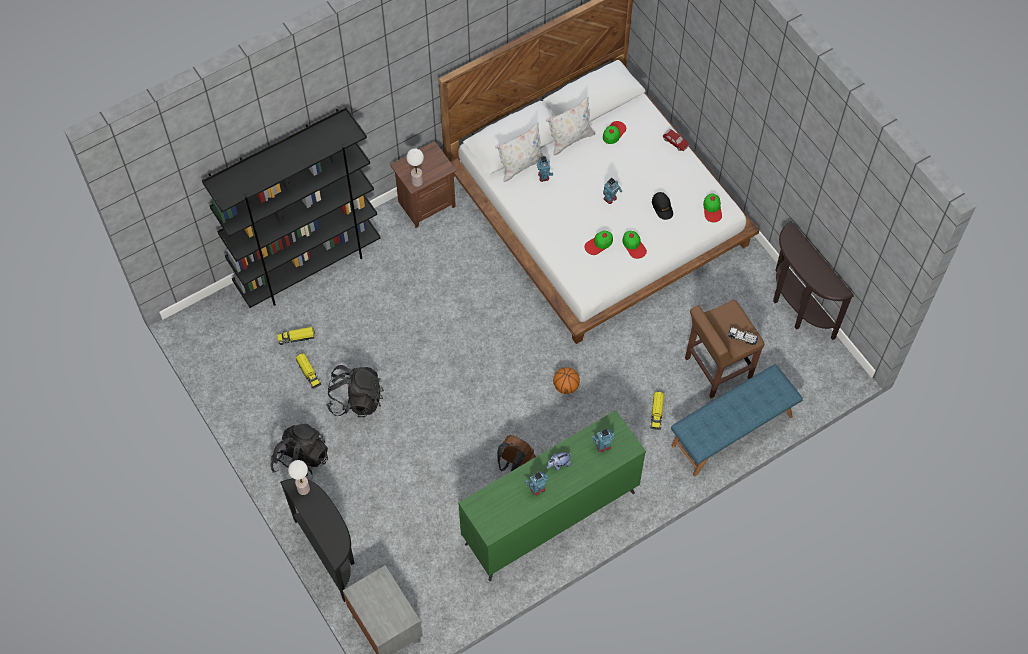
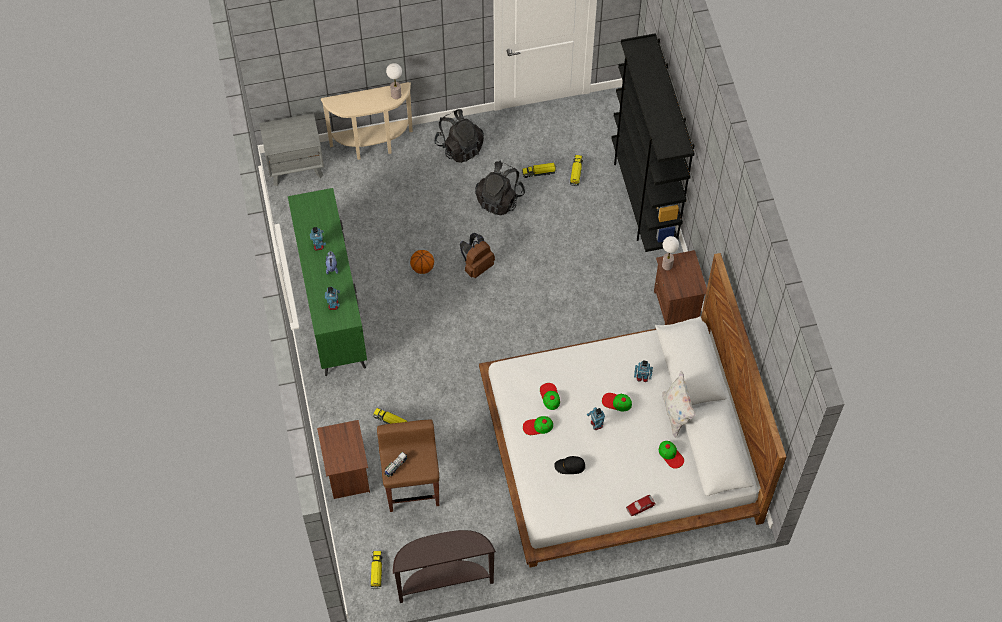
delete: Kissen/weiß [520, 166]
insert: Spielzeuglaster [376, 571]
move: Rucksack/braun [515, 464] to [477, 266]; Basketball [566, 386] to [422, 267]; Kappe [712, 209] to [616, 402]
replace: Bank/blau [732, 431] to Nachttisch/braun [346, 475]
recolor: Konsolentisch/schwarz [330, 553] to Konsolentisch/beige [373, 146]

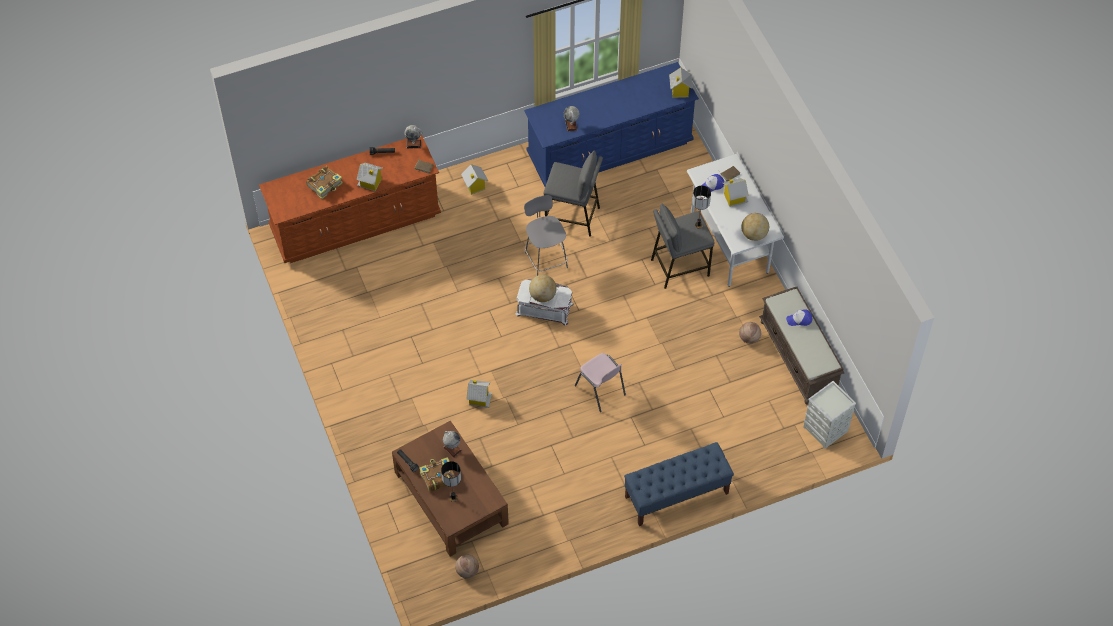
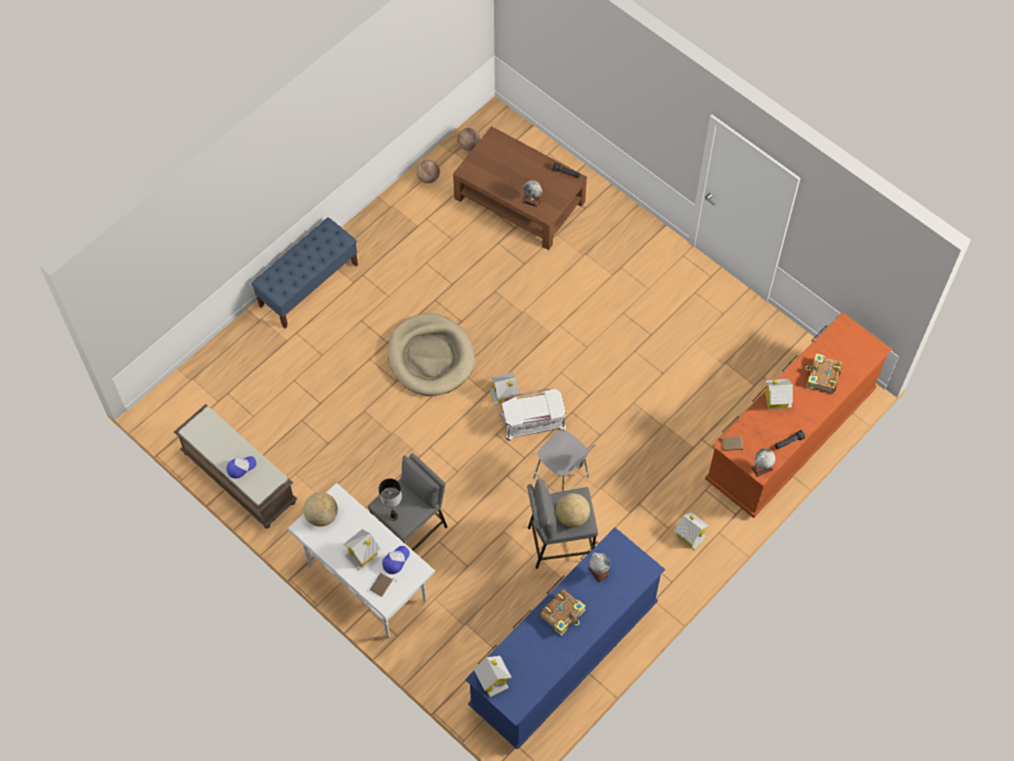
delete: Tischlampe [453, 497]; Aufbewahrungsbox/grau [826, 429]
move: Buch [437, 477] to [563, 614]; Spielzeughaus [479, 398] to [504, 394]; Globus [542, 296] to [572, 517]; Basketball [749, 338] to [428, 178]
replace: Stuhl/rosa [600, 390] to Hundebett/beige [430, 357]

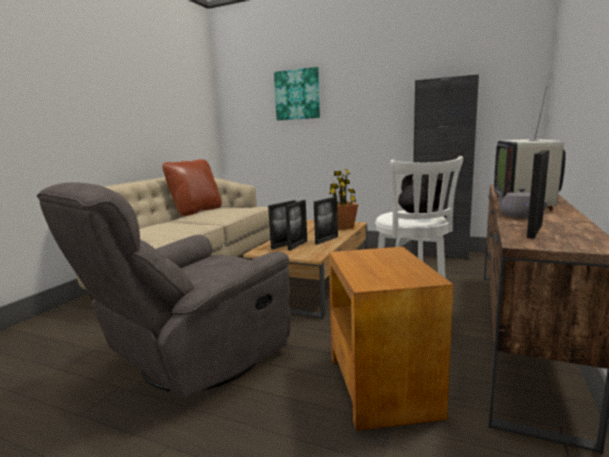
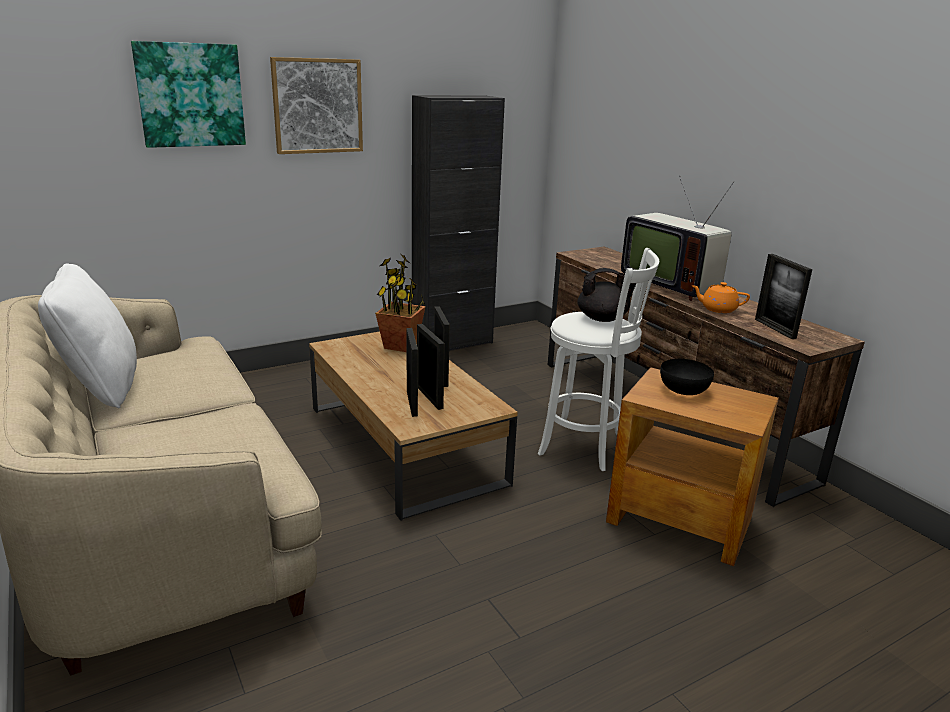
delete: Sessel/grau [193, 361]
insert: Bild [317, 106]; Schüssel/schwarz [683, 389]
recolor: Kissen/braun [196, 211] to Kissen/weiß [102, 387]; Teekanne/grau [518, 215] to Teekanne/orange [717, 309]

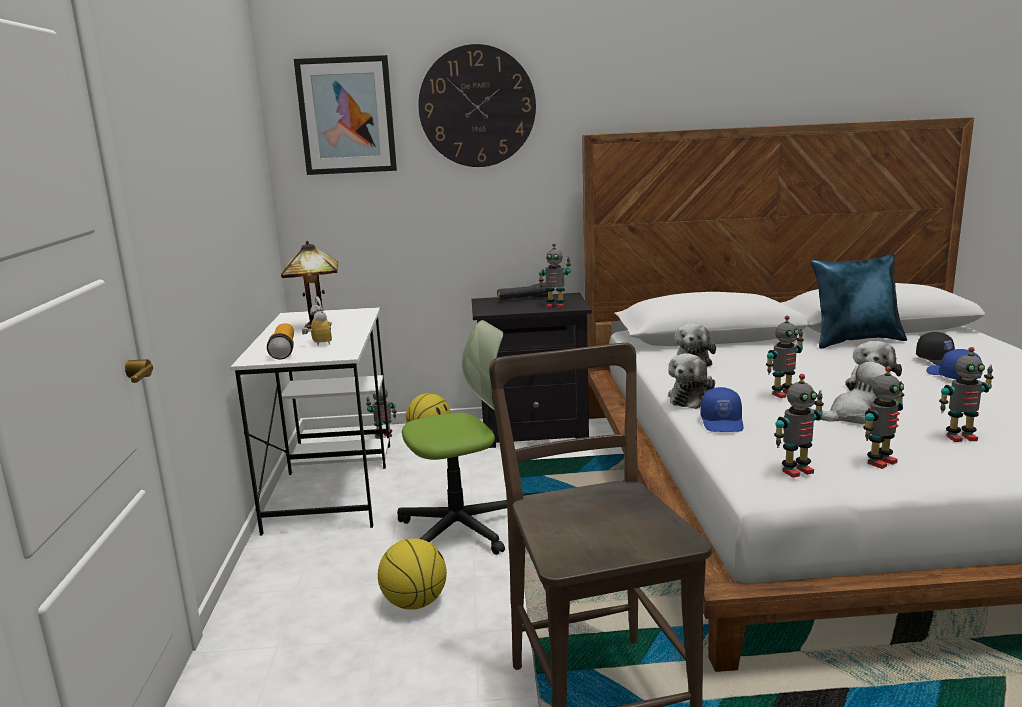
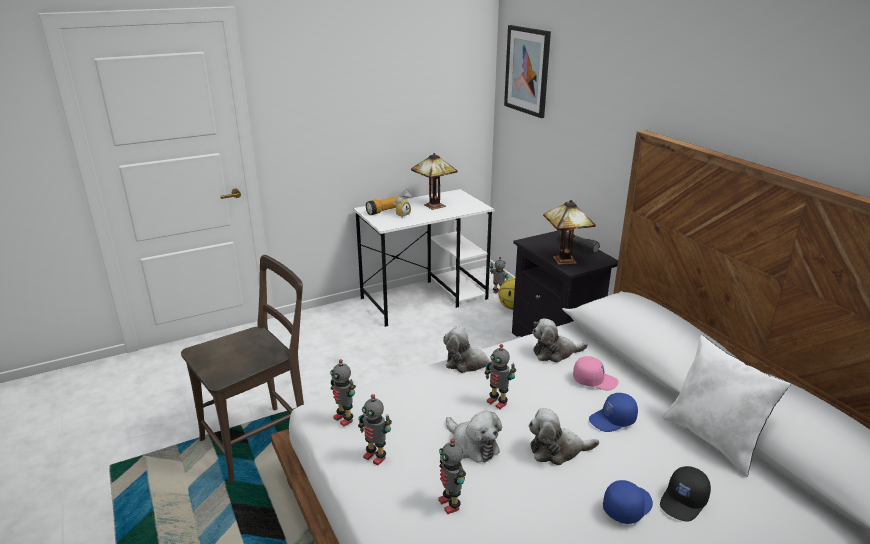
delete: Basketball [414, 602]; Bürostuhl [461, 527]; Wanduhr [477, 106]
insert: Kappe/rosa [594, 380]
move: Kappe/blau [723, 423] to [612, 420]
replace: Spielzeugroboter [555, 306] to Tischlampe [566, 261]
recolor: Kissen/blau [855, 341] to Kissen/weiß [713, 440]

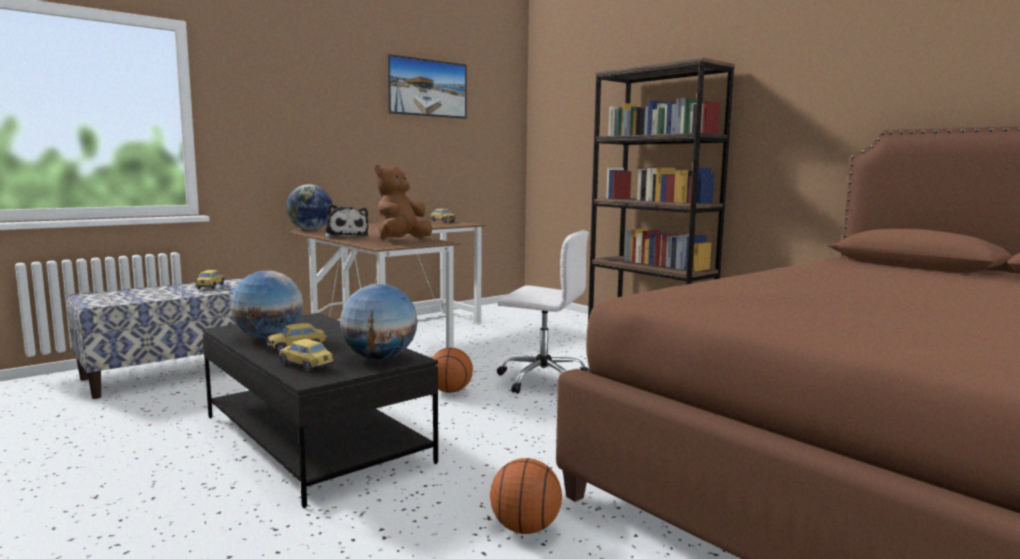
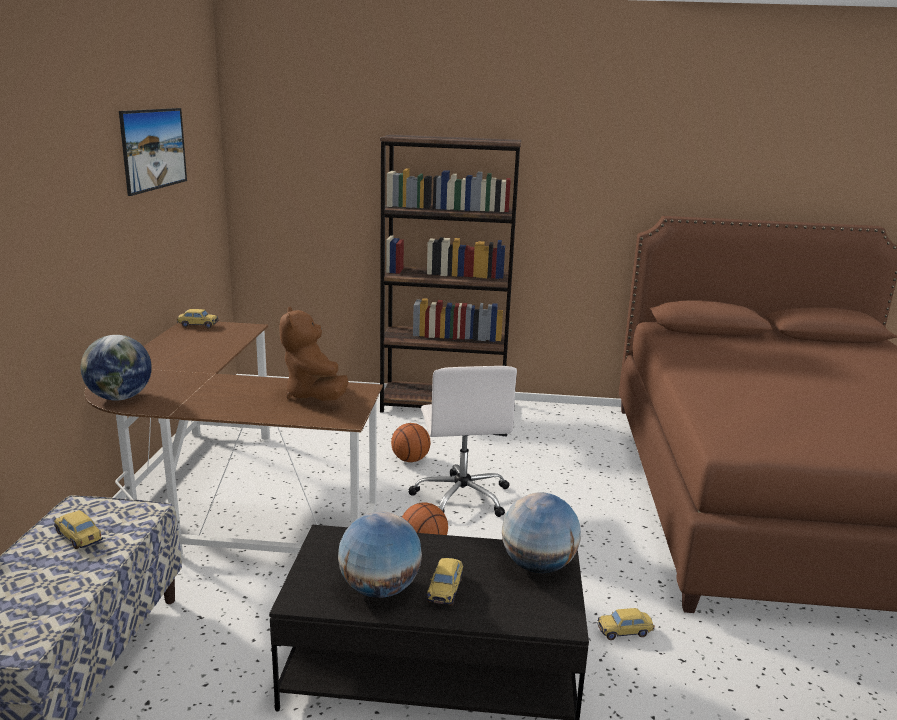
delete: Plüschtier [346, 236]
move: Spielzeugauto [306, 366] to [624, 631]; Basketball [525, 528] to [410, 460]
rotate: Bürostuhl/weiß [541, 379] = [462, 497] 105 degrees clockwise

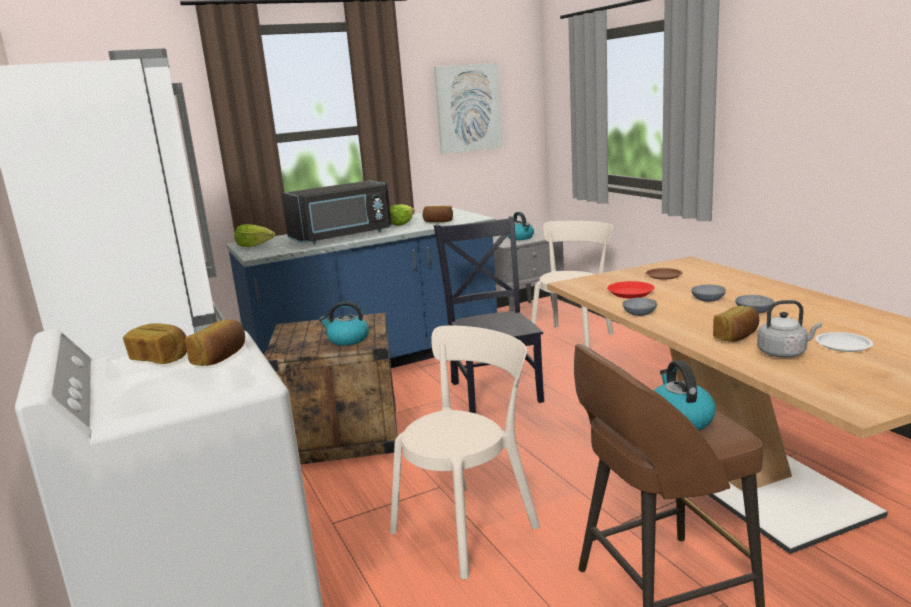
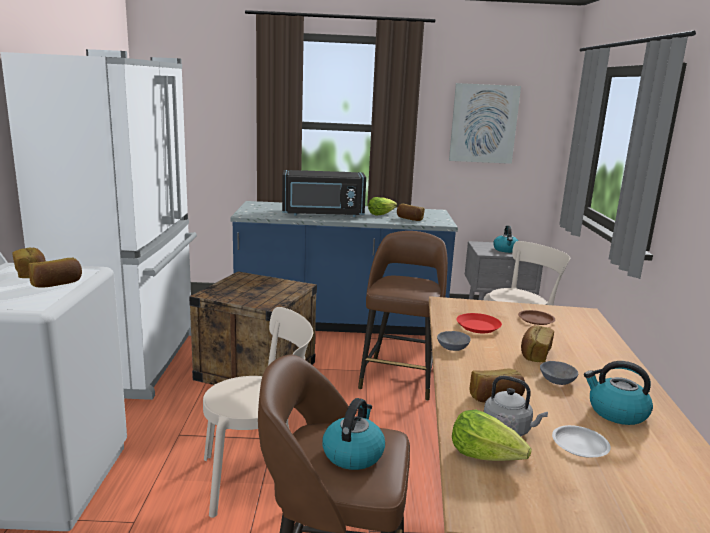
move: Salatkopf [255, 246] to [486, 455]; Wasserkessel [347, 340] to [616, 412]
replace: Stuhl/schwarz [495, 389] to Hocker/braun [400, 377]; Schüssel/grau [707, 299] to Brot [534, 354]

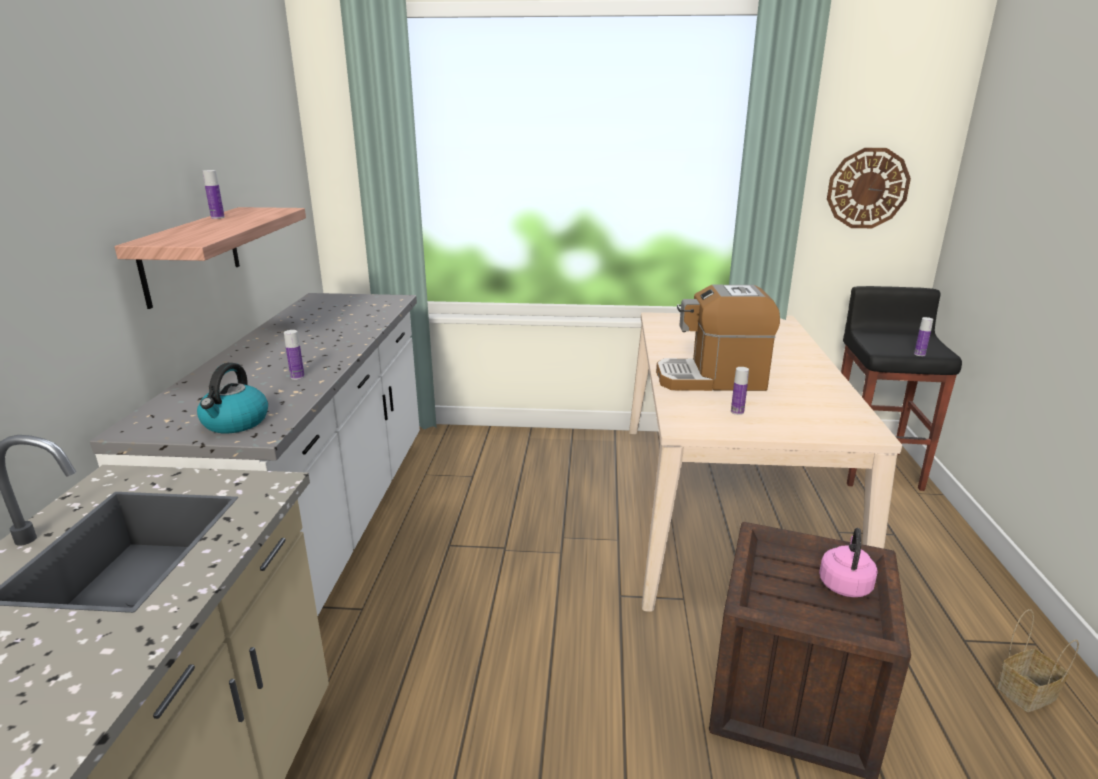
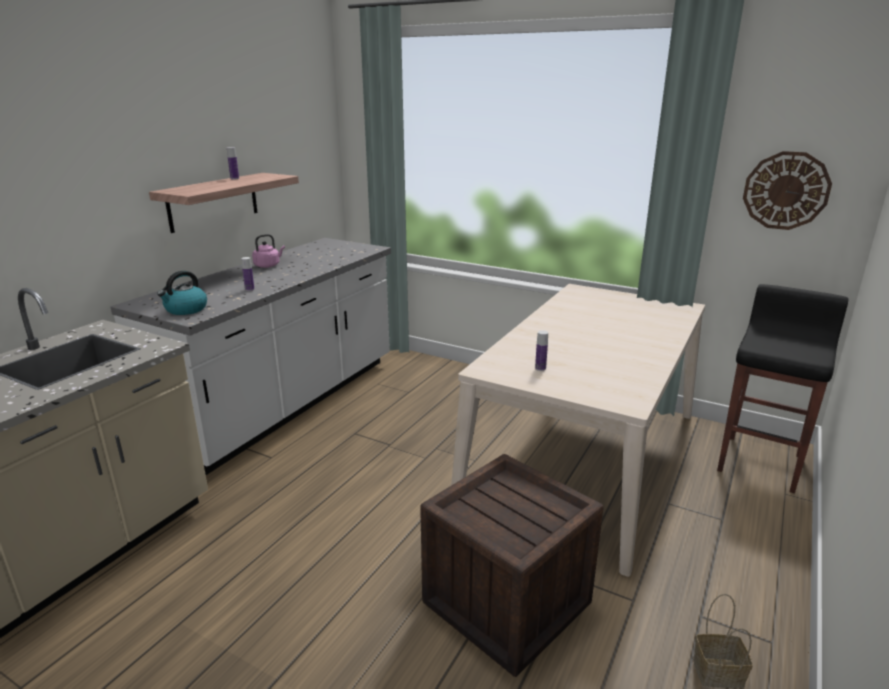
delete: Kaffeemaschine [712, 379]; Flasche [919, 354]
move: Wasserkessel/rosa [845, 584] to [268, 265]

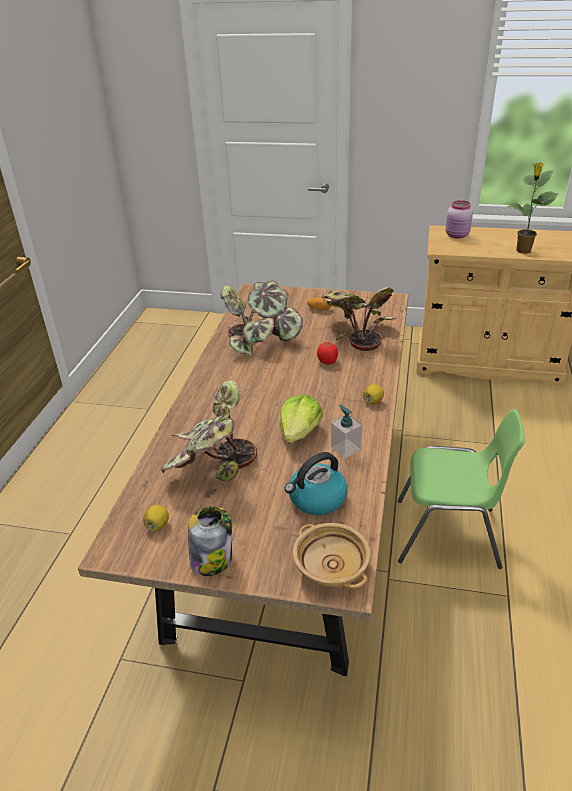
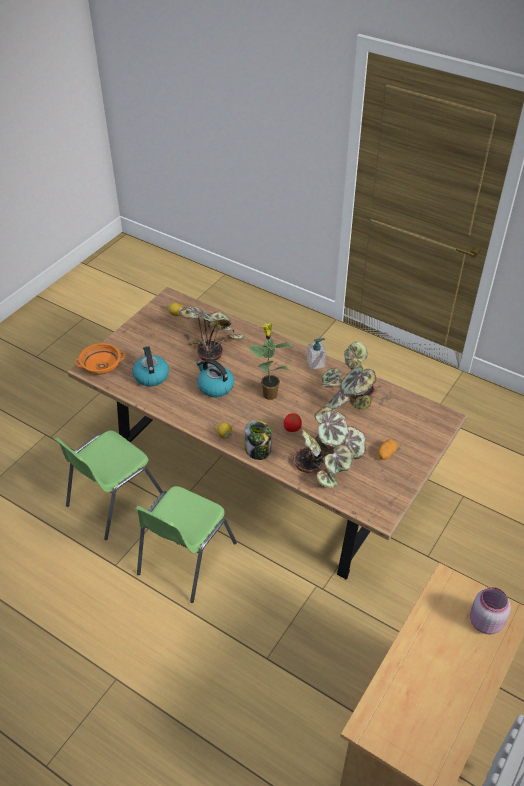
insert: Stuhl/grün [113, 500]
move: Vorratsglas [212, 559] to [258, 450]; Seifenspender [345, 448] to [316, 363]; Topfpflanze [523, 251] to [269, 394]
replace: Salatkopf [299, 432] to Wasserkessel [215, 386]
recolor: Schüssel/beige [330, 567] to Schüssel/orange [102, 366]

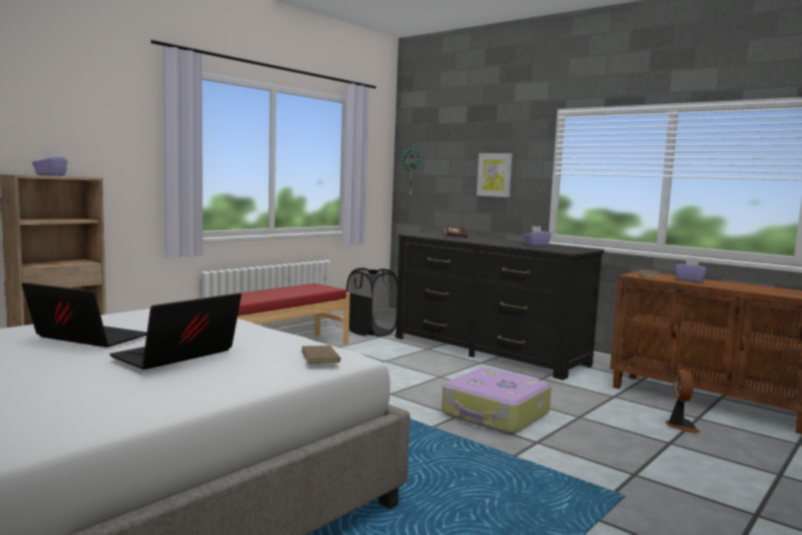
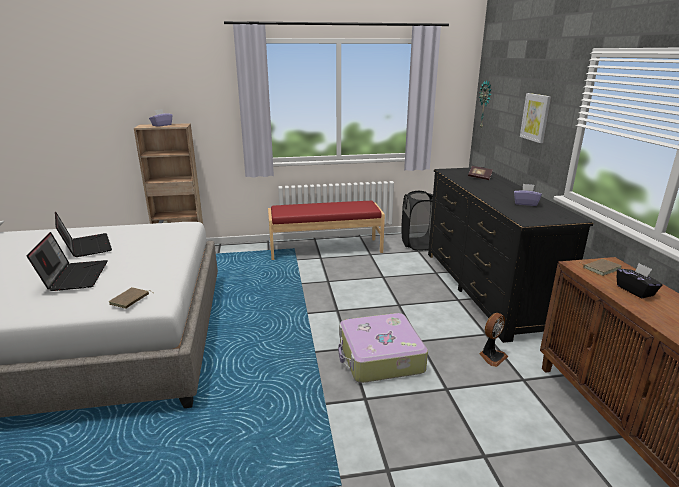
move: Ventilator [680, 426] to [491, 356]
recolor: Taschentuchbox/lila [690, 280] to Taschentuchbox/schwarz [635, 291]
rotate: Laptop [175, 356] = [74, 276] 90 degrees clockwise

